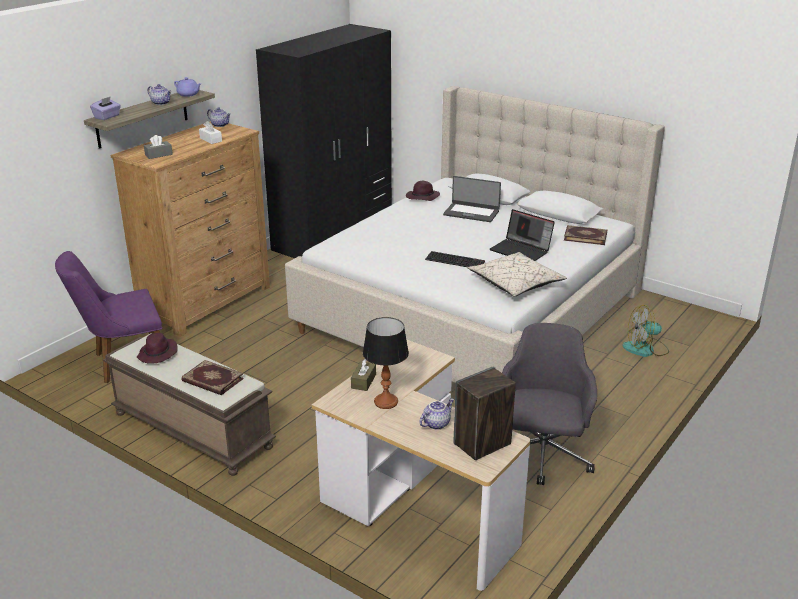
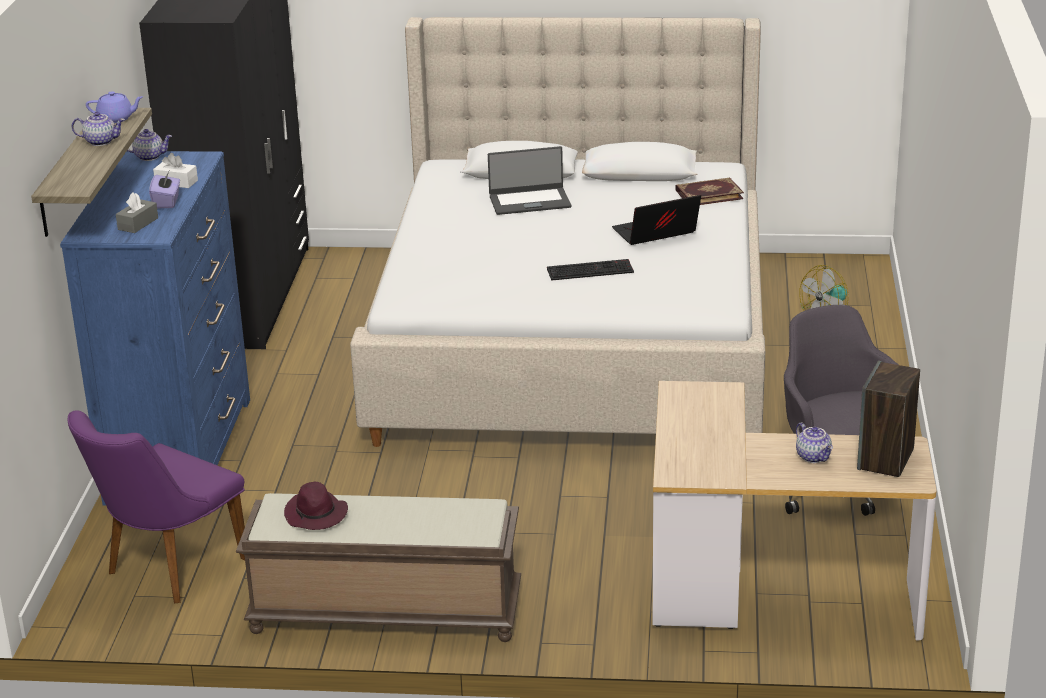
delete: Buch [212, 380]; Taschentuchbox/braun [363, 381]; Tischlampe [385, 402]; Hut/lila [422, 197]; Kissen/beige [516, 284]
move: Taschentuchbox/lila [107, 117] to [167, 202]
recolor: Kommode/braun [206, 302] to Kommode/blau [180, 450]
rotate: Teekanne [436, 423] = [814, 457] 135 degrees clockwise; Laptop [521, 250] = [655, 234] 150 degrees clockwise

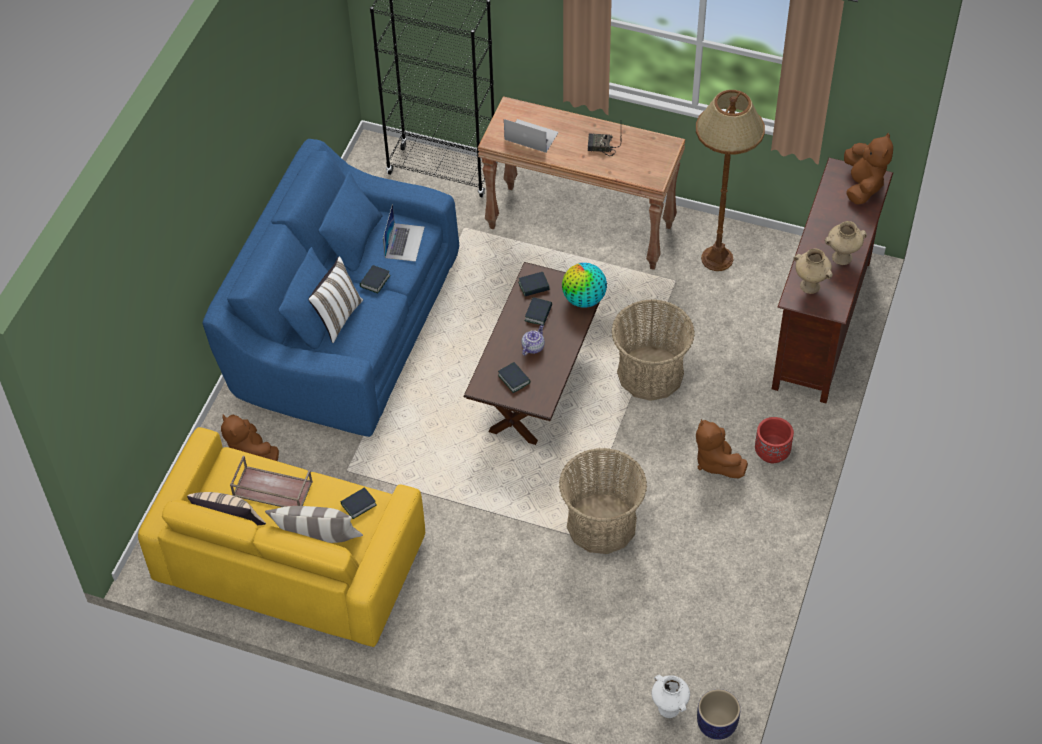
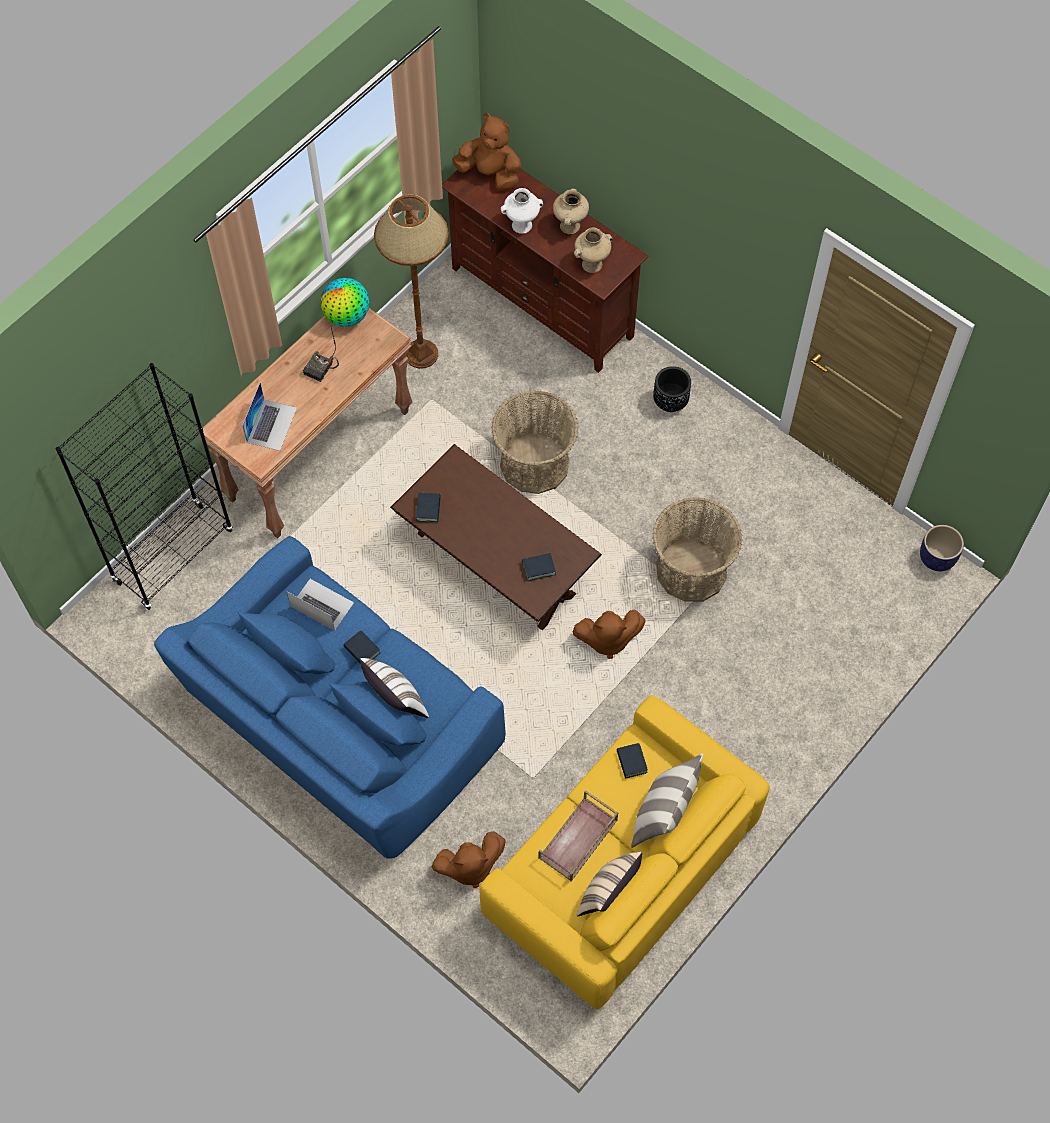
delete: Teekanne [533, 347]; Buch [538, 313]
move: Globus [584, 299] to [347, 316]; Vase/weiß [669, 708] to [522, 225]; Plüschtier/braun [715, 461] to [607, 639]
recolor: Pflanzkübel/rot [772, 453] to Pflanzkübel/schwarz [670, 401]
rotate: Laptop [531, 136] = [271, 424] 150 degrees clockwise

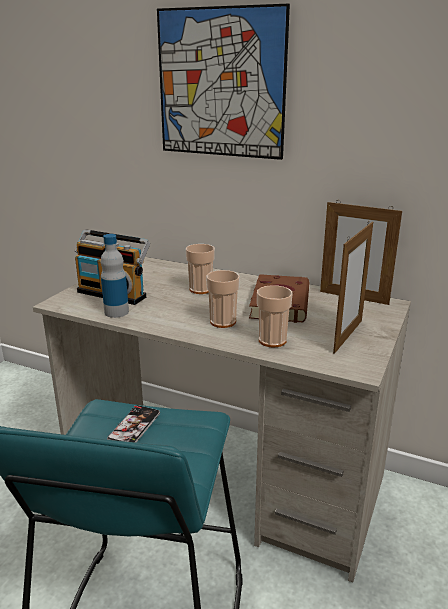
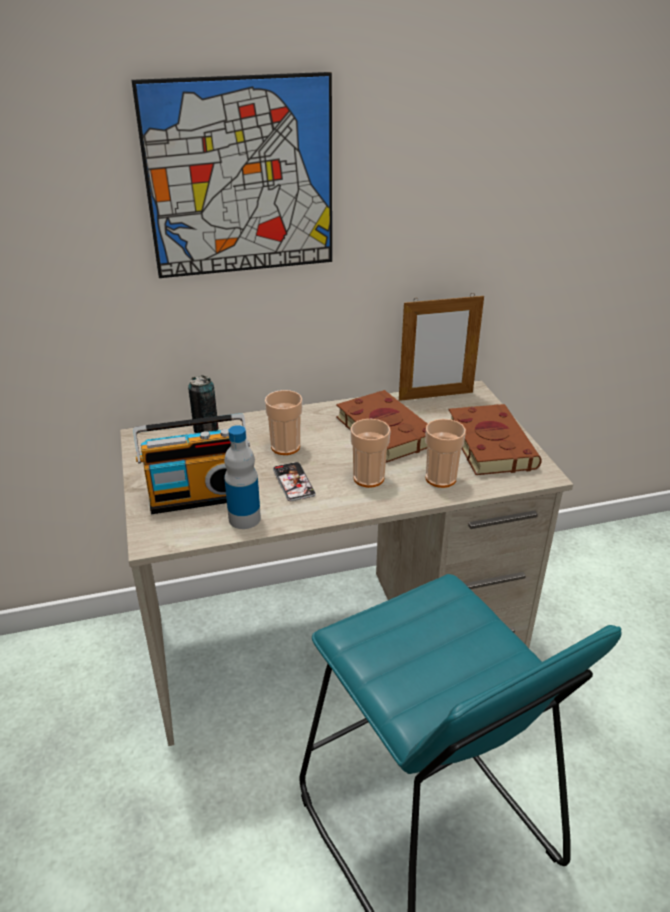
insert: Dose [206, 429]
move: Handy [134, 426] to [293, 482]
replace: Bilderrahmen [348, 336] to Buch/braun [489, 443]

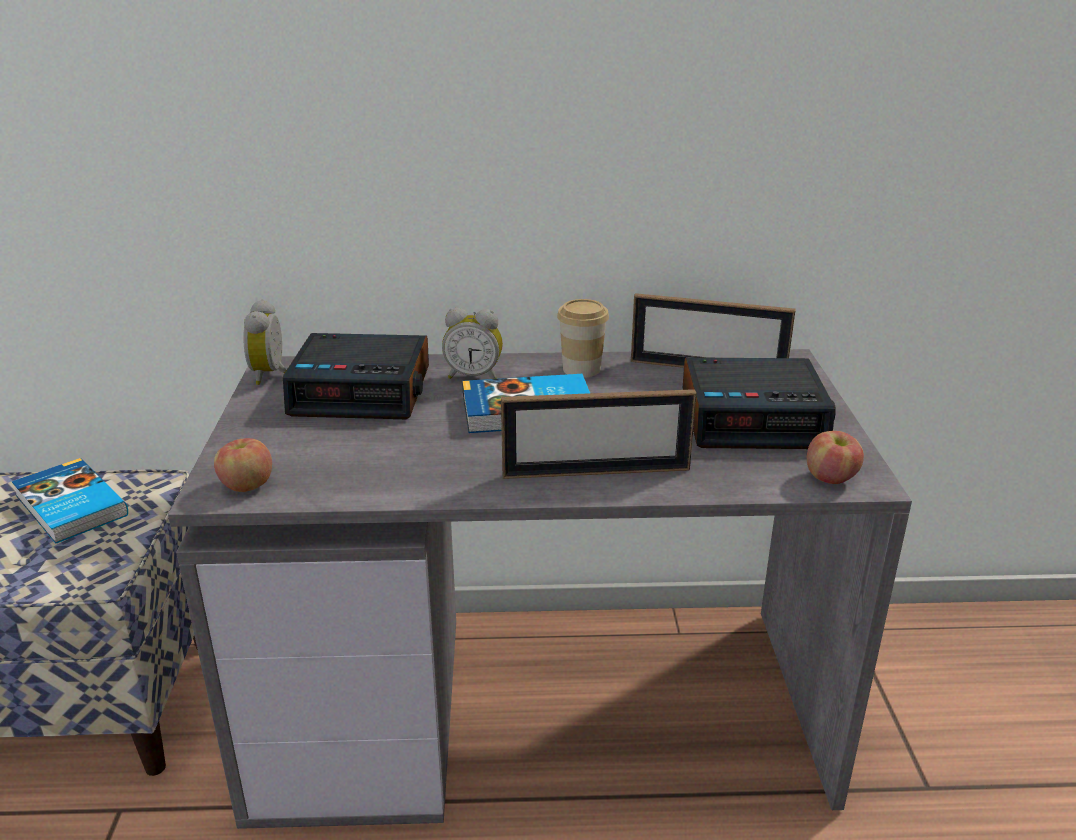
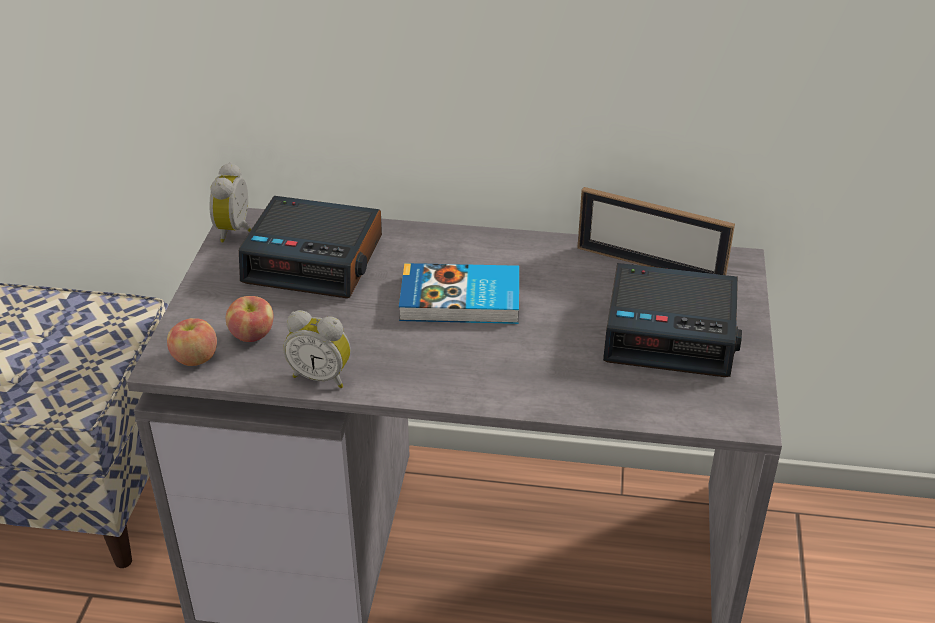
delete: Buch [69, 506]; Bilderrahmen [596, 472]; Tasse [581, 369]
move: Wecker [474, 376] to [321, 376]; Apfel [831, 478] to [252, 335]

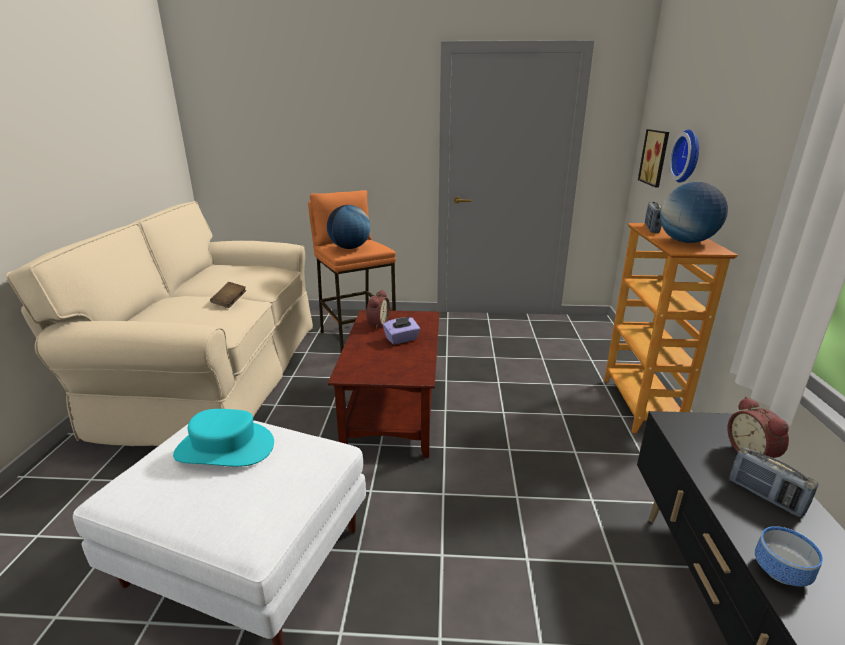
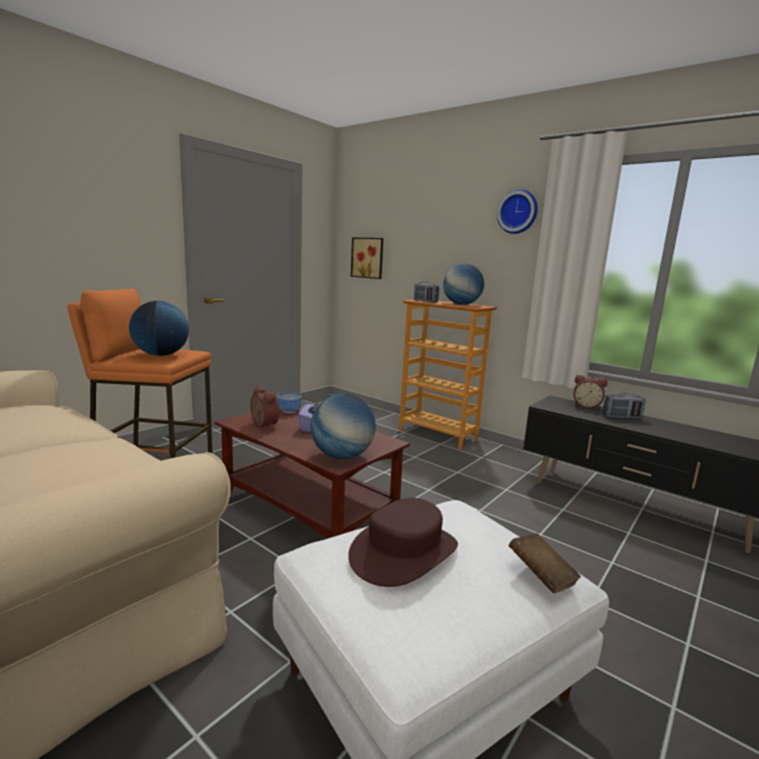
insert: Globus [342, 456]
move: Buch/braun [230, 302] to [541, 576]; Wanduhr [688, 156] to [518, 212]; Schüssel [783, 571] to [289, 410]
recolor: Hut/türkis [225, 448] to Hut/braun [403, 552]

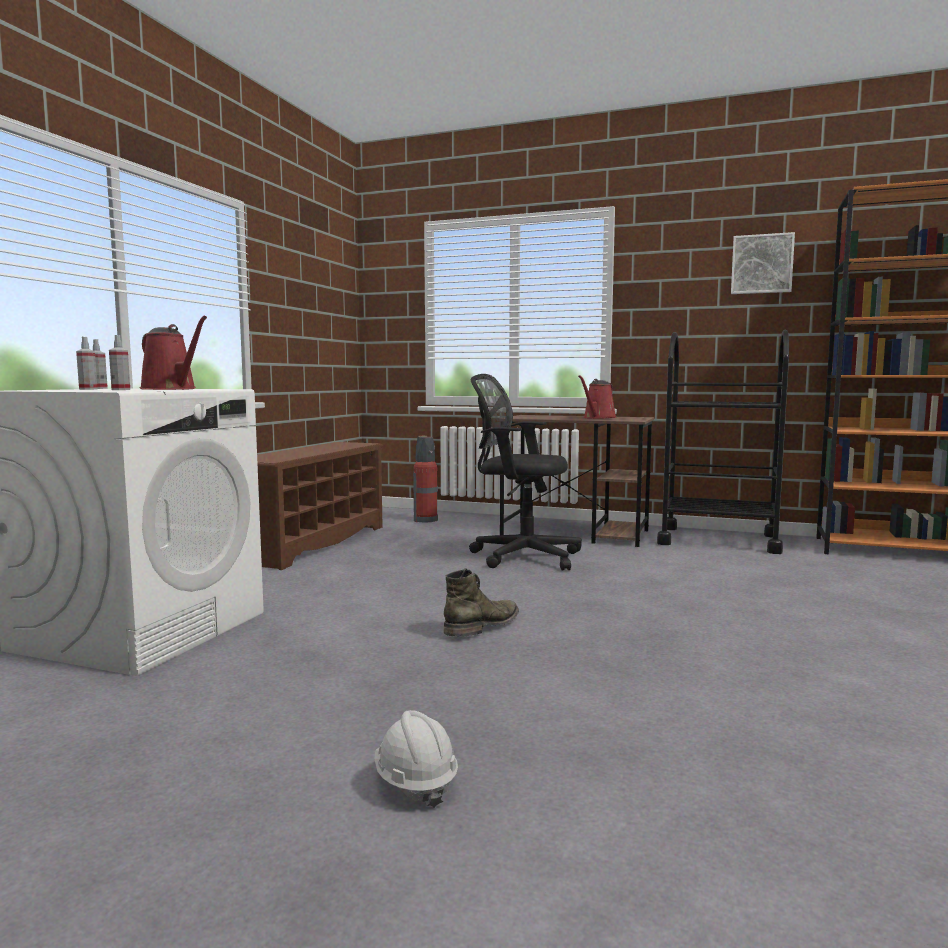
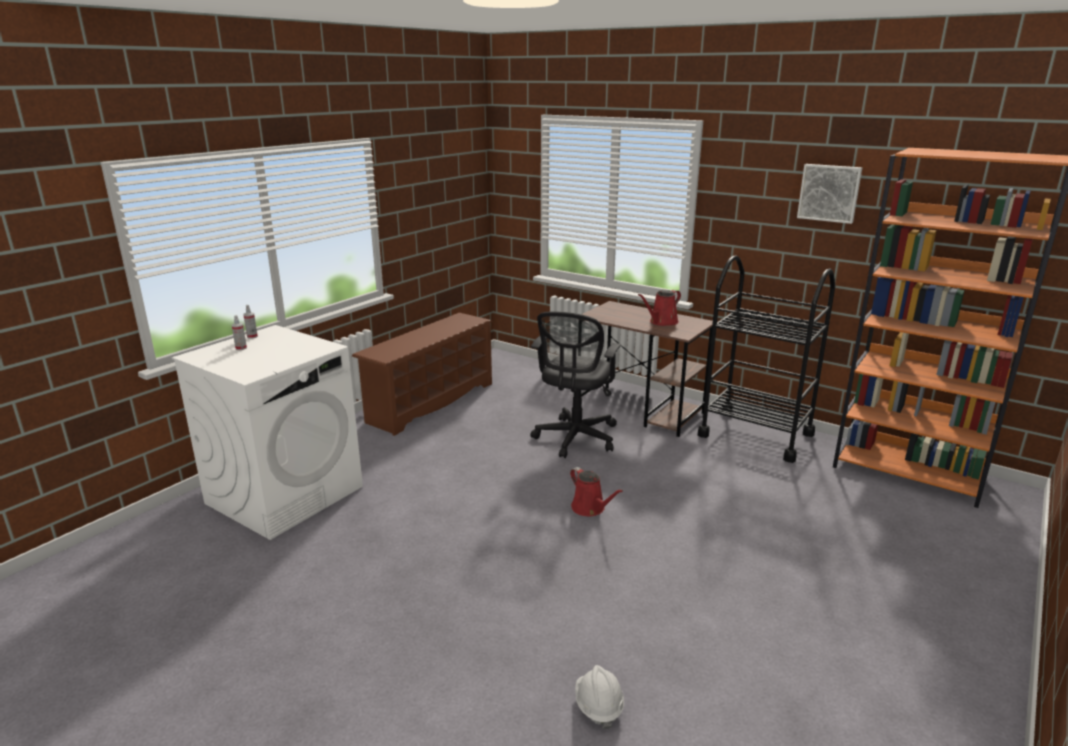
delete: Sprühflasche [121, 390]; Feuerlöscher [425, 520]; Stiefel/grün [483, 626]
move: Gießkanne/rot [171, 389] to [590, 508]; Schutzhelm/weiß [415, 782] to [598, 706]
rotate: Bürostuhl/schwarz [521, 556] = [575, 439] 105 degrees counterclockwise

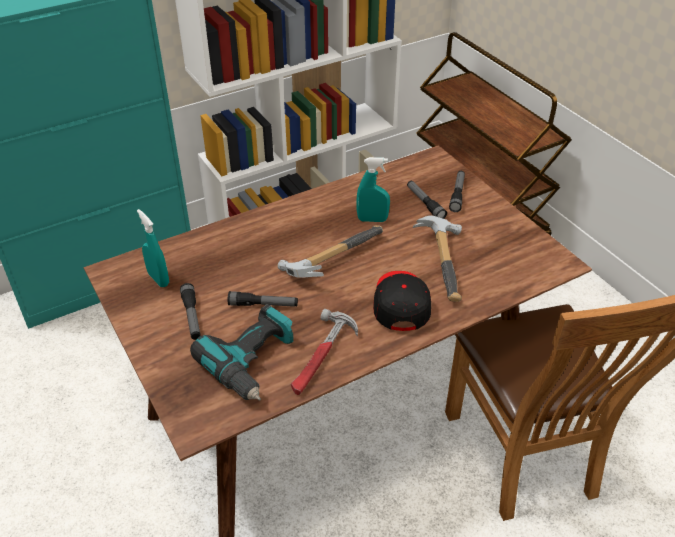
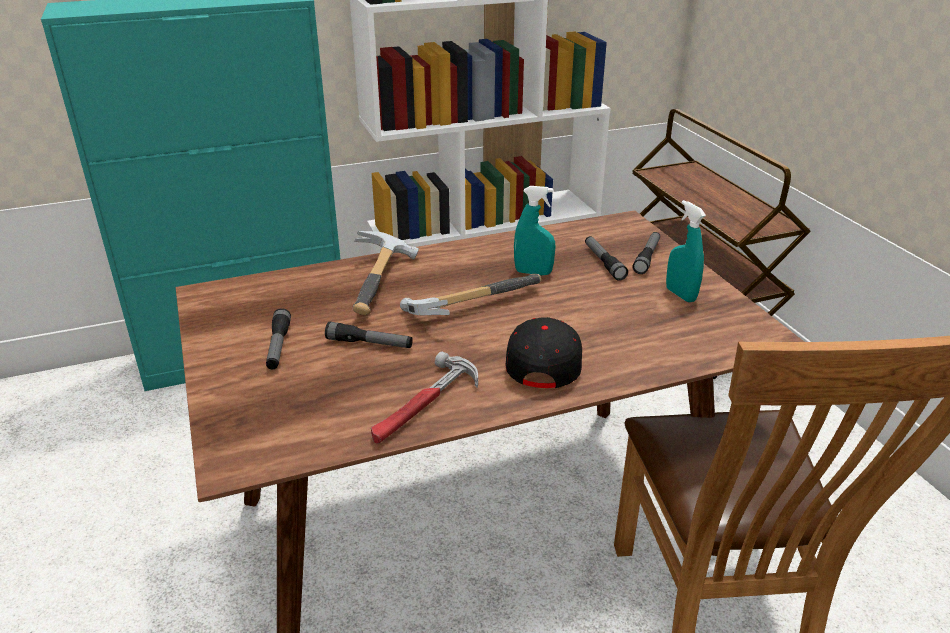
delete: Bohrmaschine [253, 362]
move: Sprühflasche/türkis [158, 279] to [680, 295]; Hammer [447, 263] to [384, 283]

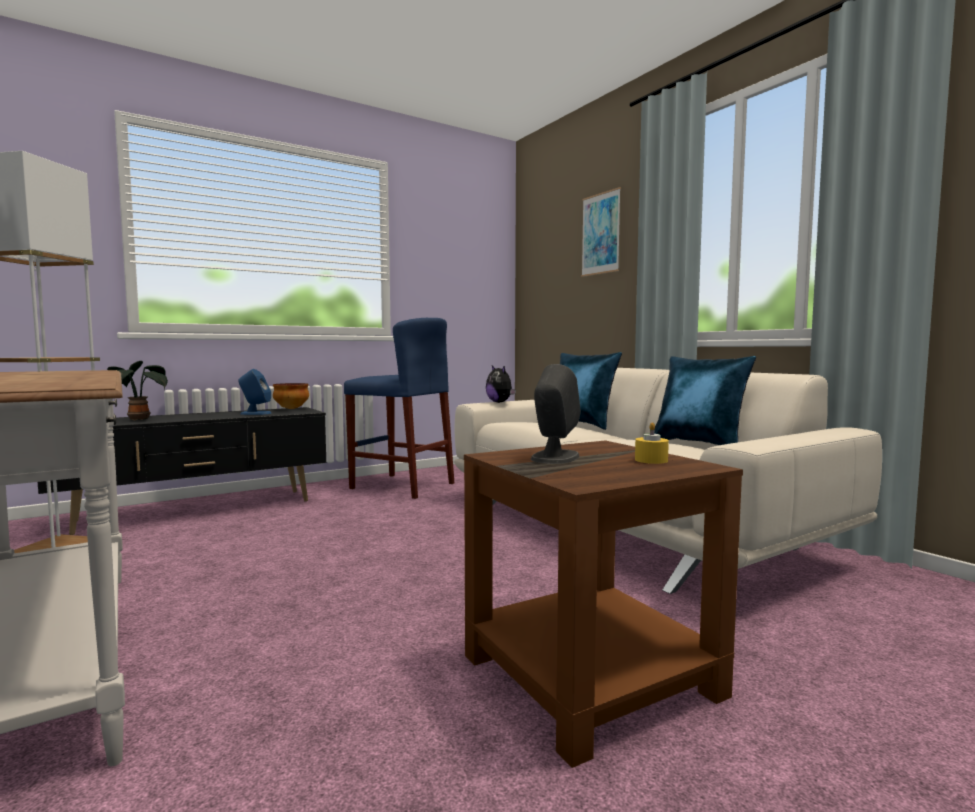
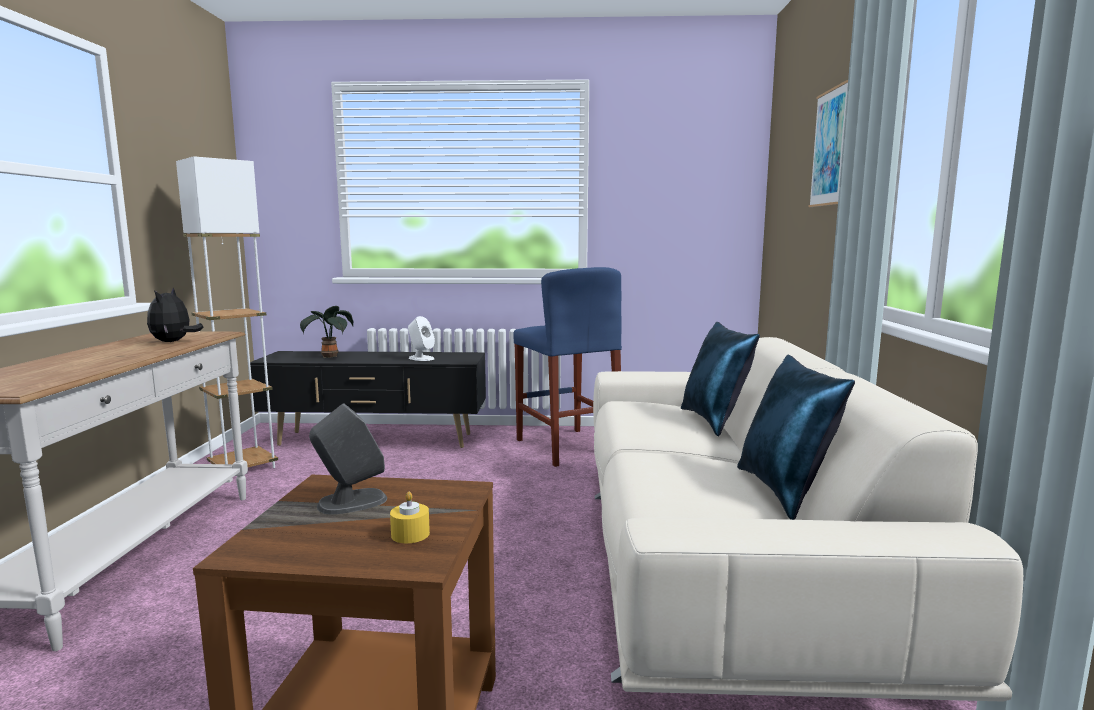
delete: Schüssel [291, 409]
move: Plüschtier [500, 402] to [173, 342]
recolor: Lautsprecher/blau [255, 413] to Lautsprecher/weiß [421, 358]

